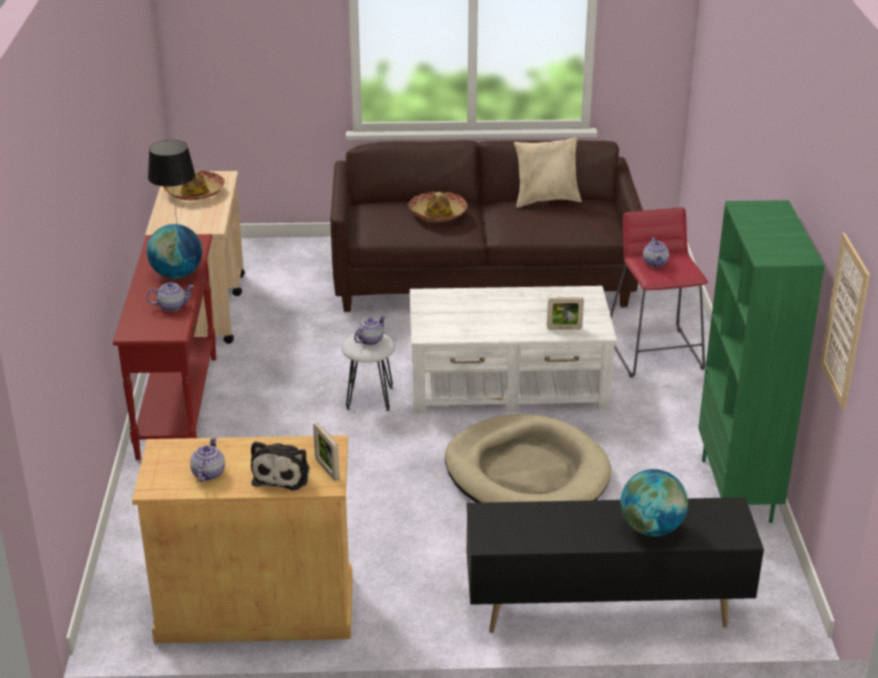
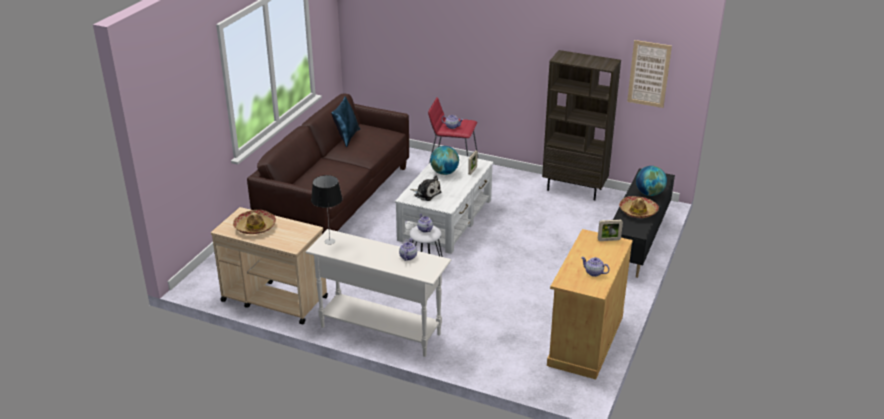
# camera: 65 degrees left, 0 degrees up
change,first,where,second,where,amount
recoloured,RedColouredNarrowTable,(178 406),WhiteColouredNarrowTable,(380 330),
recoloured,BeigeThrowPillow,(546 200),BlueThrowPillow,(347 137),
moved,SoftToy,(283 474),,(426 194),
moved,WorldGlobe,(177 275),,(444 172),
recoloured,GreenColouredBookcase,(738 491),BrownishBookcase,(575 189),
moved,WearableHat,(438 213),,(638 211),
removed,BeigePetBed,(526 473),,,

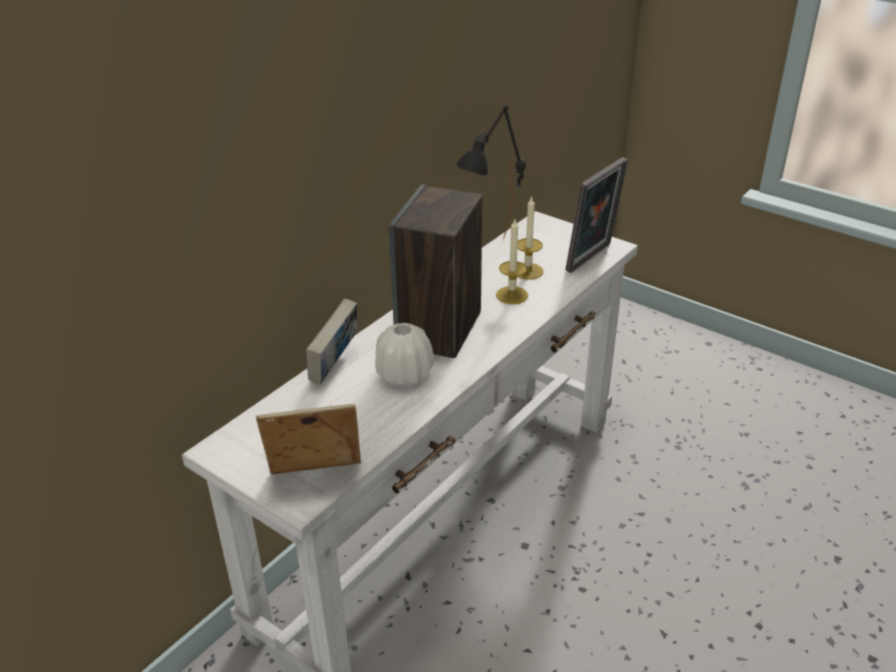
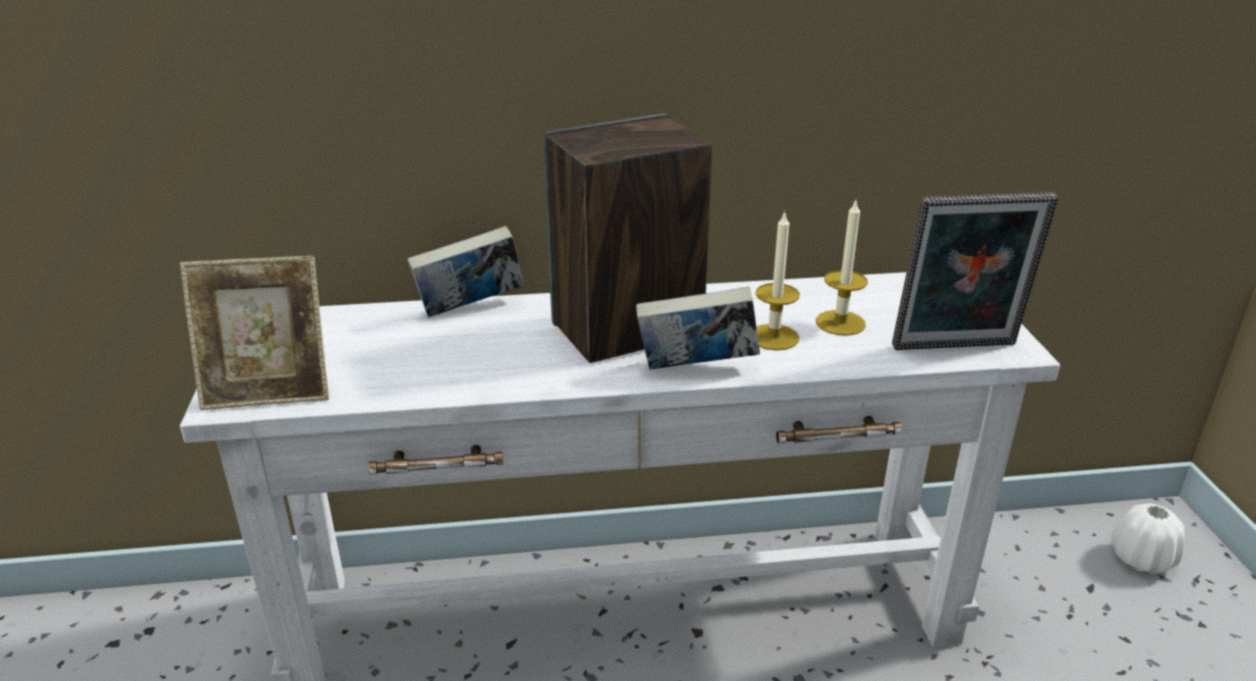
# camera: 45 degrees right, 5 degrees down
change,first,where,second,where,amount
turned,PhotoFrame,(316 479),,(269 392),135 degrees clockwise
added,,,Book,(696 369),
moved,WhiteColouredFlowerVase,(404 375),,(1141 559),
removed,BlackColouredTabletopLamp,(493 255),,,

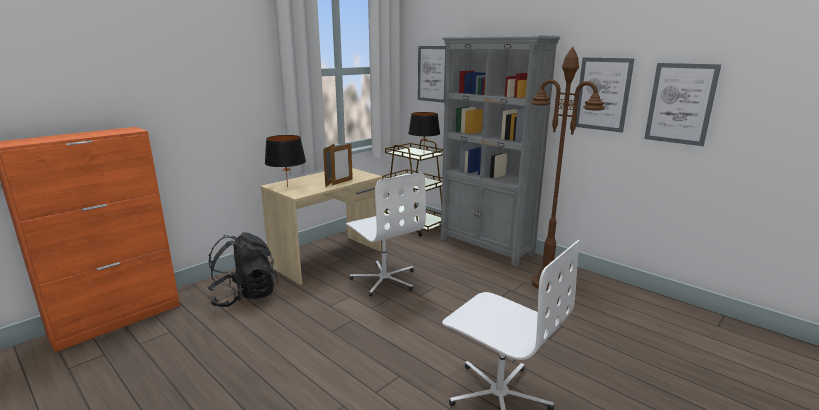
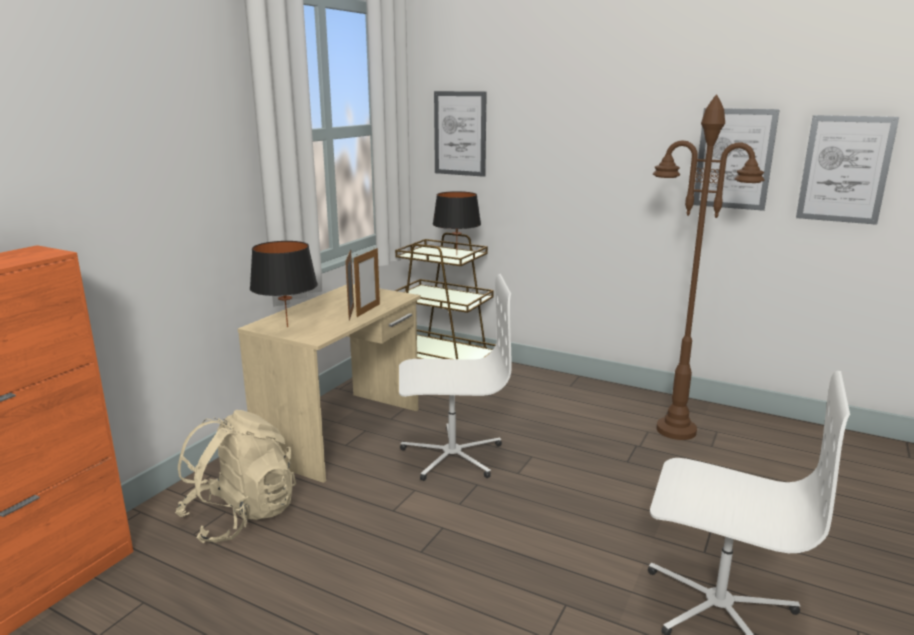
# camera: 15 degrees left, 0 degrees up
change,first,where,second,where,amount
recoloured,BlackColouredRucksack,(244 296),BeigeRucksack,(241 516),
turned,WhiteColouredComputerChair,(384 279),,(451 455),45 degrees counterclockwise
removed,GreyBookcase,(486 247),,,

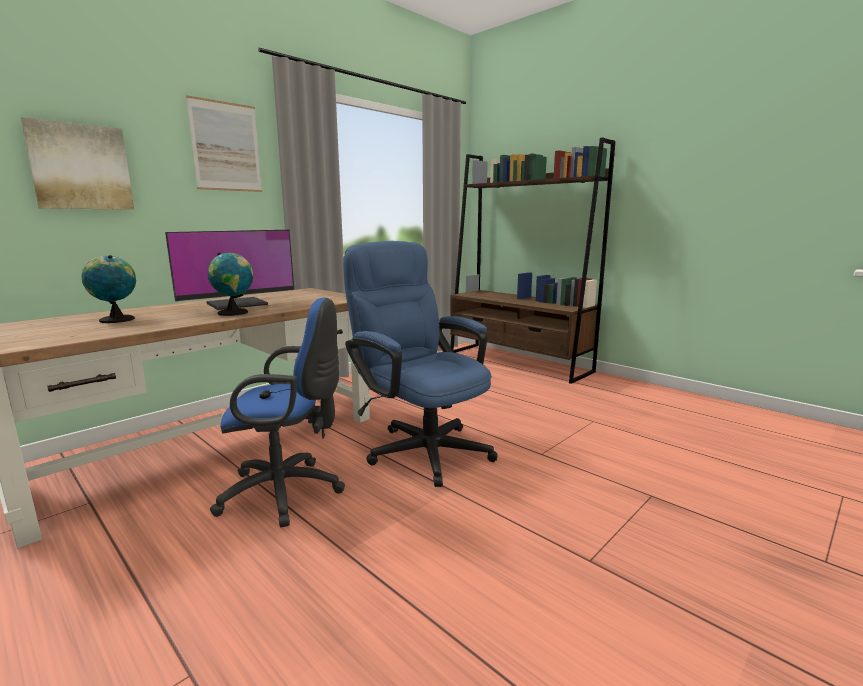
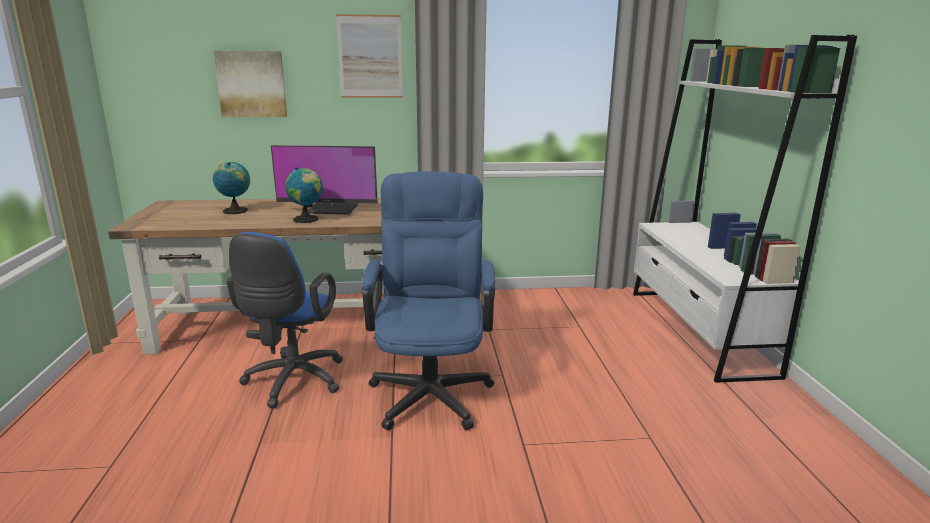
# camera: 40 degrees right, 5 degrees up
change,first,where,second,where,amount
turned,BlueComputerChair,(288 492),,(292 382),60 degrees clockwise
recoloured,BrownishBookcase,(518 362),WhiteColouredBookcase,(698 331),

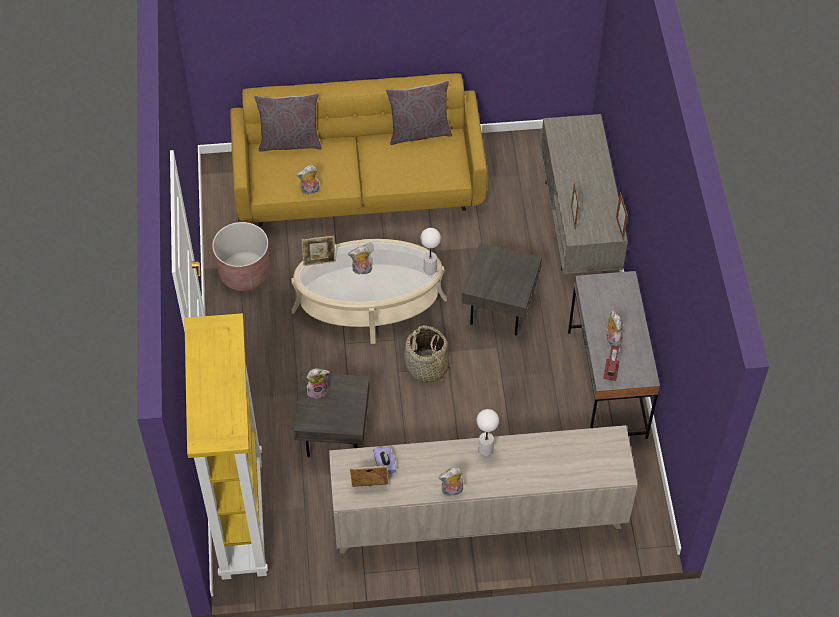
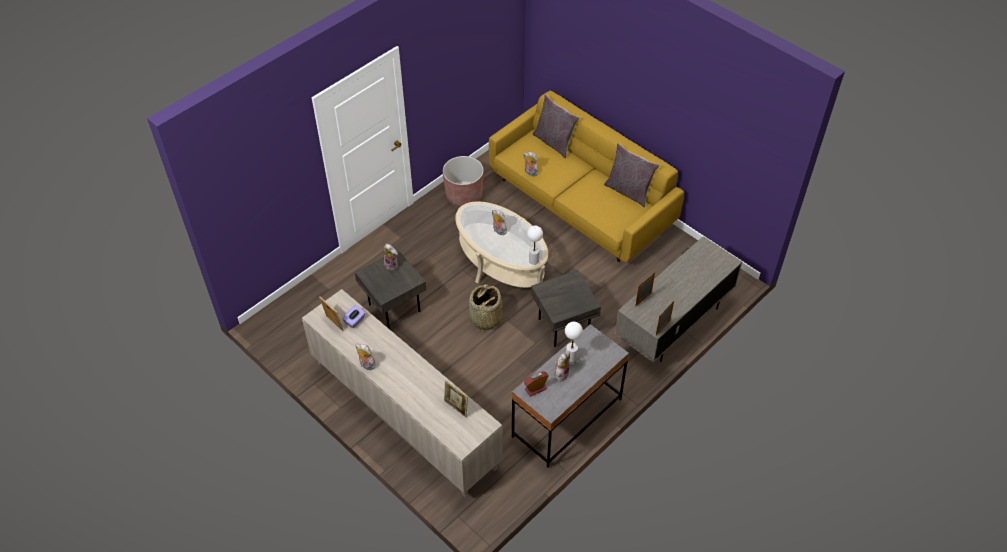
# camera: 50 degrees right, 5 degrees down
change,first,where,second,where,amount
moved,PhotoFrame,(319 262),,(456 408),
moved,WhiteColouredTabletopLamp,(486 449),,(571 357),
removed,YellowishBookcase,(240 516),,,

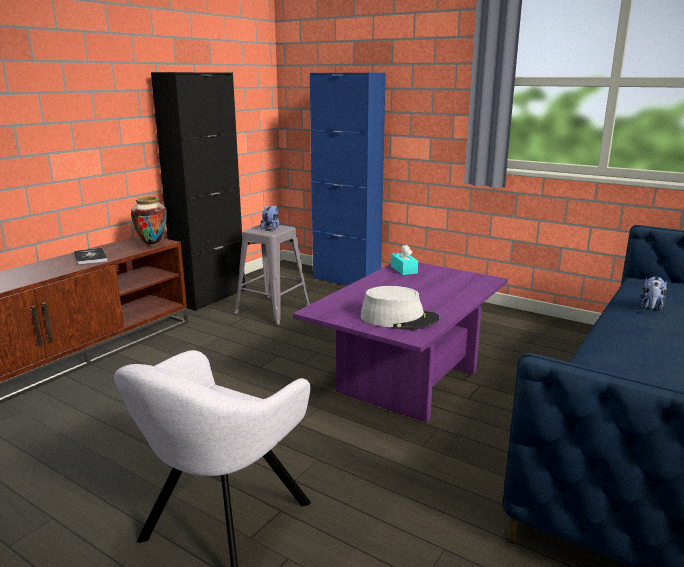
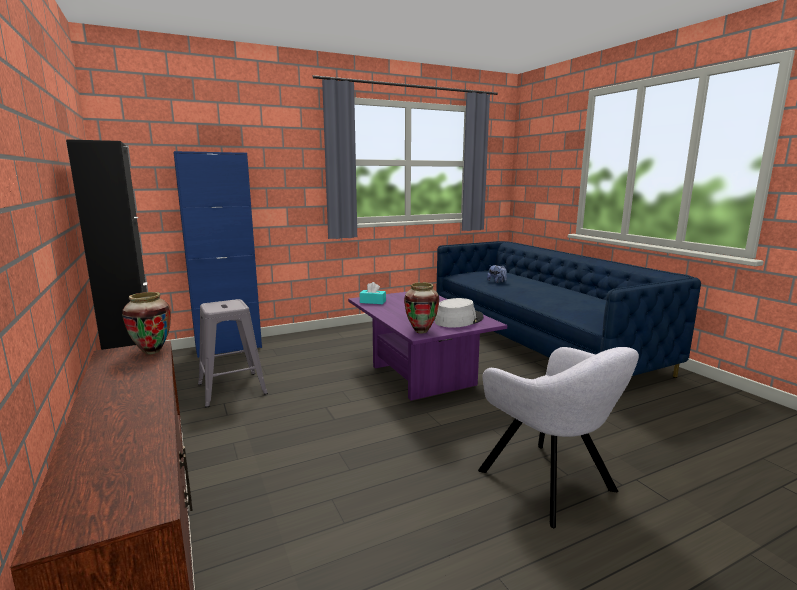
# camera: 60 degrees left, 5 degrees down
change,first,where,second,where,amount
added,,,FlowerVase,(421 331),
removed,Book,(90 257),,,
removed,SoftToy,(271 228),,,

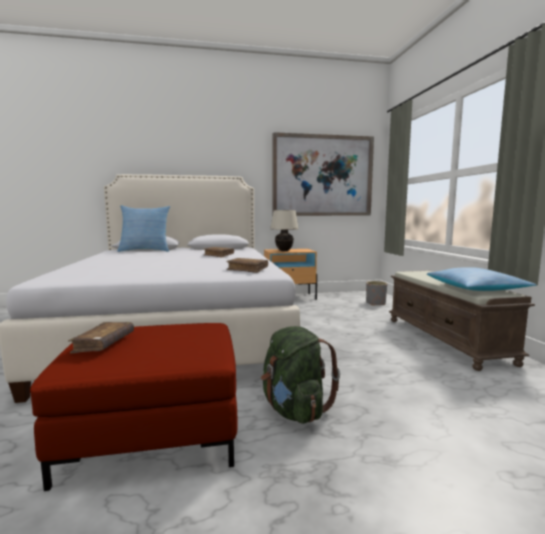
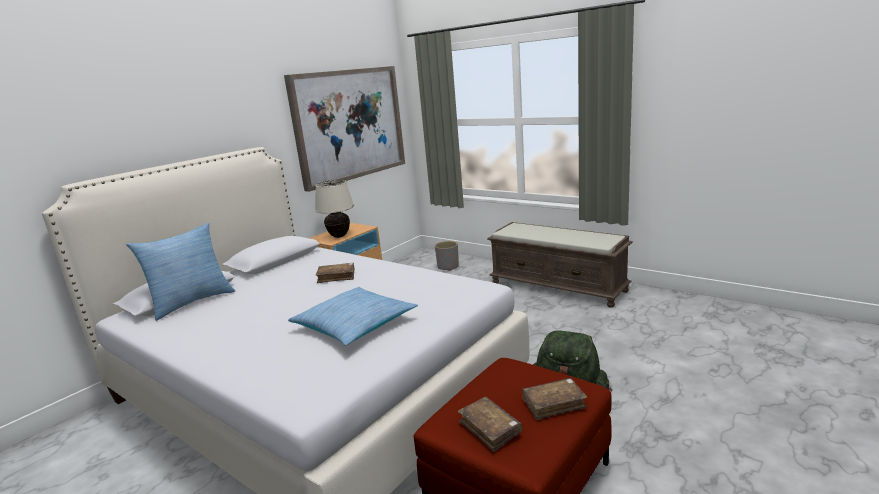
# camera: 40 degrees left, 10 degrees up
change,first,where,second,where,amount
moved,ThrowPillow,(476 289),,(355 325),
moved,BrownishBook,(247 269),,(553 404),

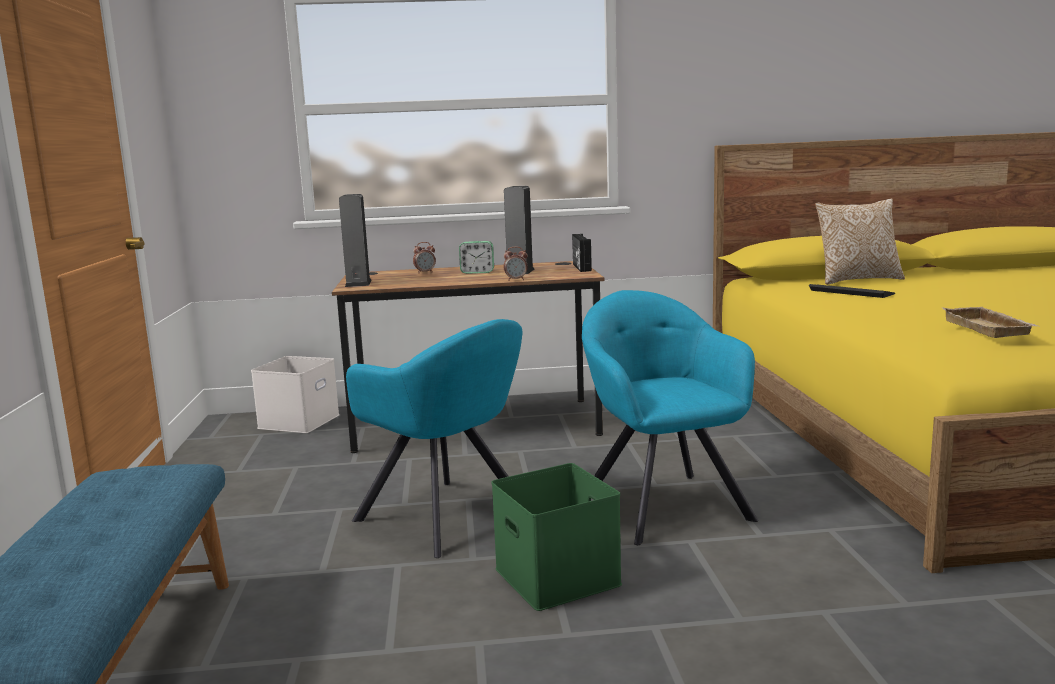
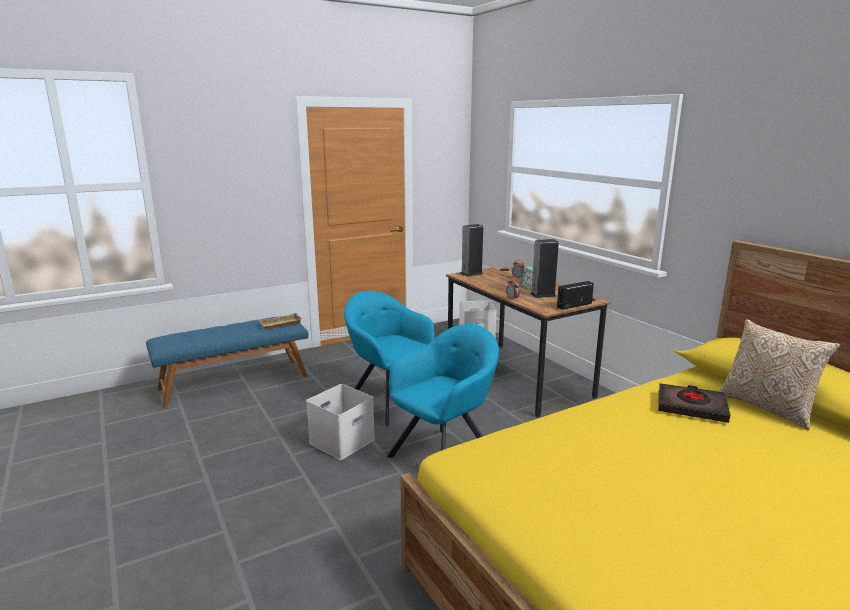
# camera: 65 degrees right, 5 degrees up
change,first,where,second,where,amount
moved,BeigeTray,(990 328),,(280 325),
recoloured,GreenColouredStorageBin,(554 576),WhiteColouredStorageBin,(342 440),
turned,BlueGreenEasyChair,(448 517),,(389 401),120 degrees clockwise
replaced,ComputerKeyboard,(851 292),BlackColouredBook,(691 407),

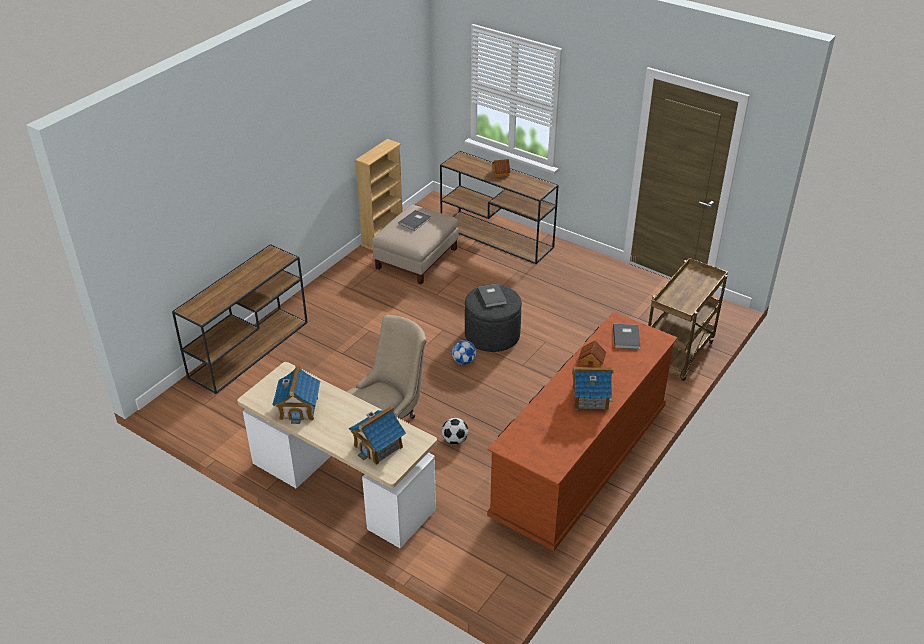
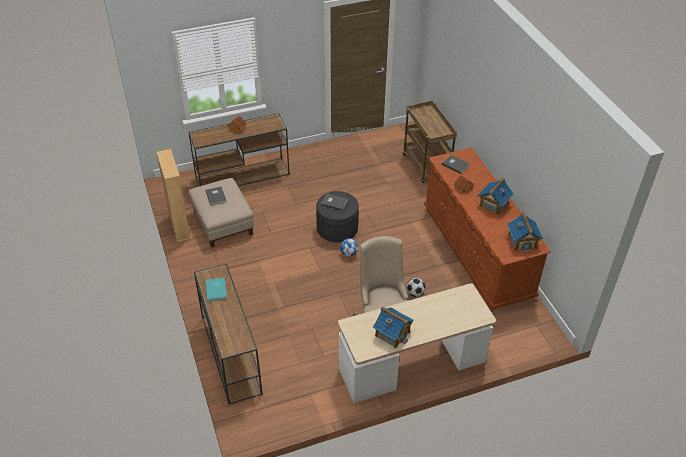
# camera: 55 degrees left, 5 degrees up
change,first,where,second,where,amount
added,,,BlueGreenBook,(217 289),
moved,ToyHouse,(378 446),,(522 241),

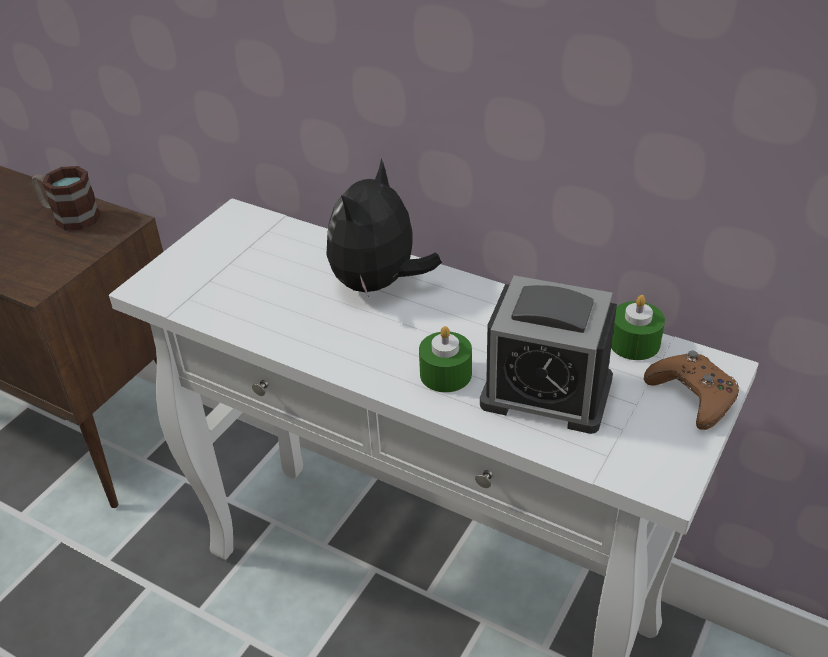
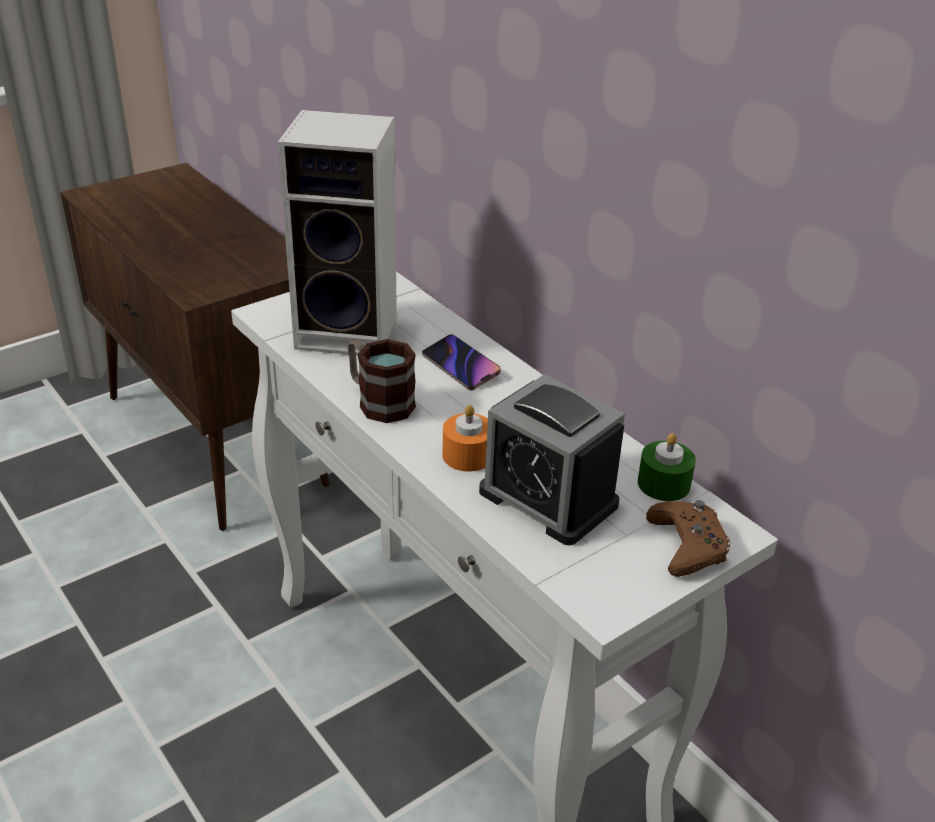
# camera: 20 degrees right, 5 degrees down
change,first,where,second,where,amount
added,,,Loudspeaker,(351 331),
moved,CoffeeMug,(69 217),,(379 401),
replaced,SoftToy,(378 284),Telephone,(461 366),
recoloured,GreenColouredCandle,(445 374),OrangeCandle,(467 455),

